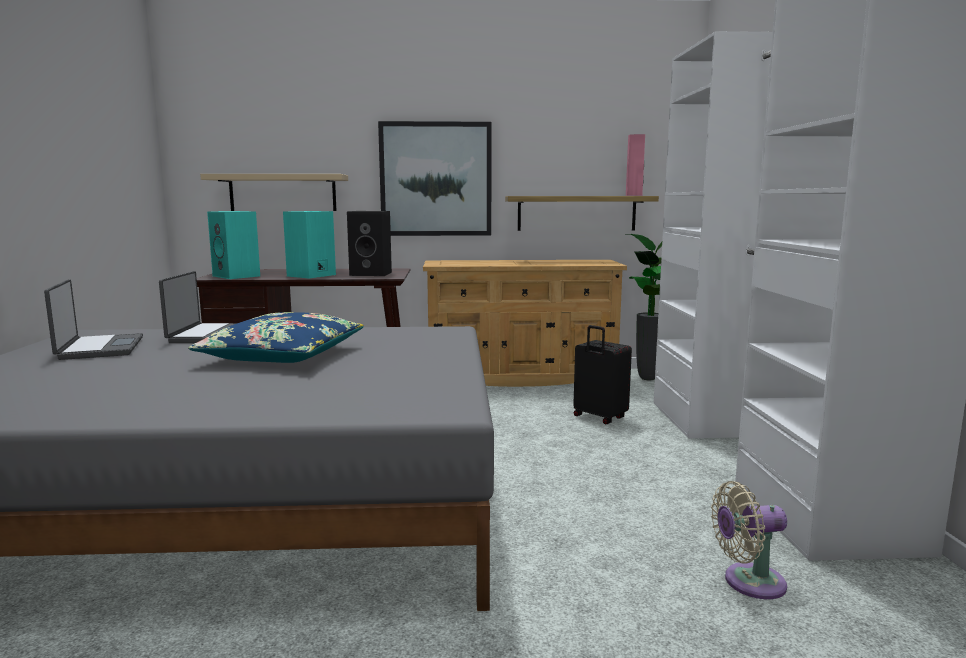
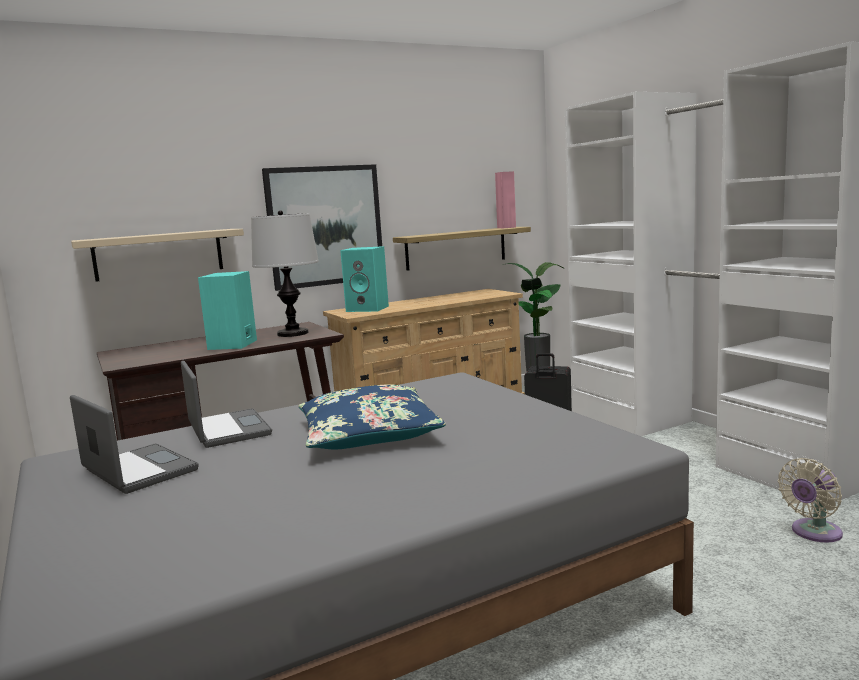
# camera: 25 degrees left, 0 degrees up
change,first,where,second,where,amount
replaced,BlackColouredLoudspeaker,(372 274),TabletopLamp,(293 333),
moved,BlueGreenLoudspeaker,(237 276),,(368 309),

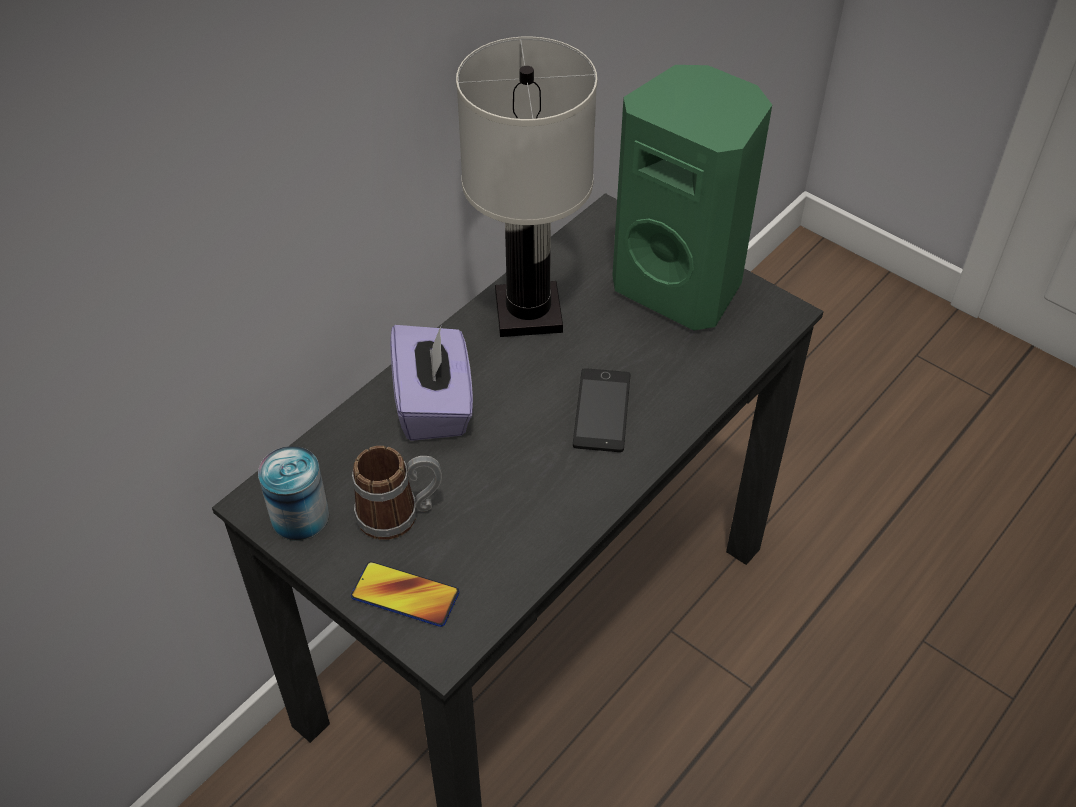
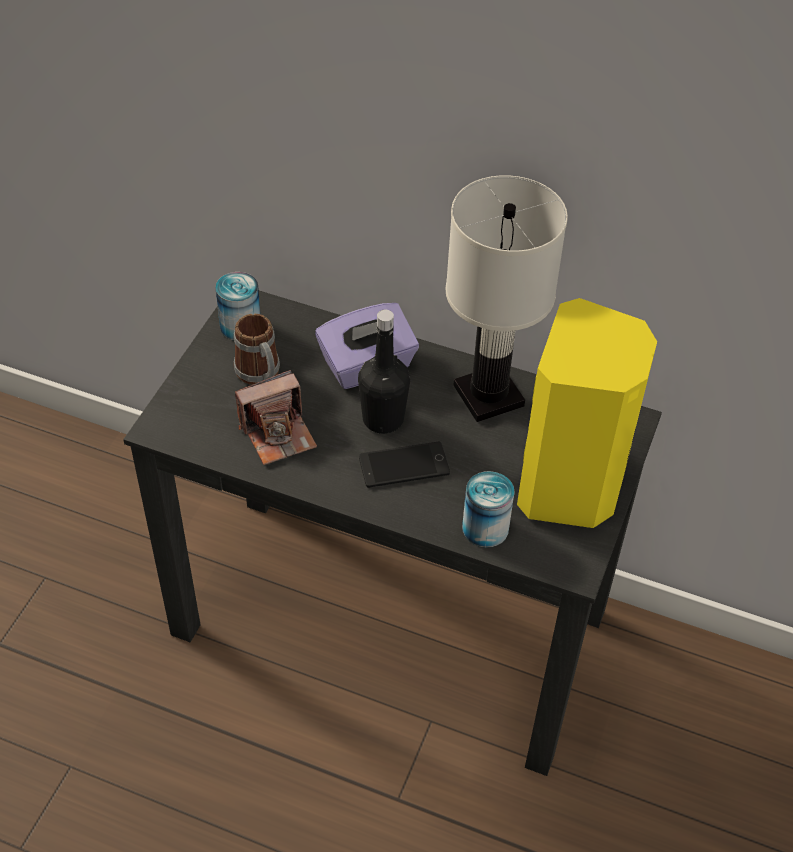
# camera: 70 degrees right, 0 degrees up
change,first,where,second,where,amount
added,,,StillCamera,(278 434),
added,,,BlackColouredBottle,(383 419),
added,,,SealedCan,(485 528),
recoloured,GreenColouredLoudspeaker,(681 285),YellowishLoudspeaker,(571 488),
removed,Telephone,(405 595),,,

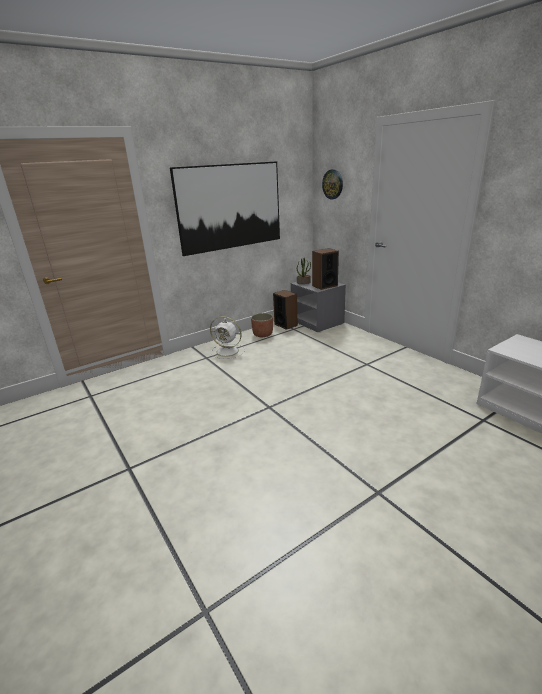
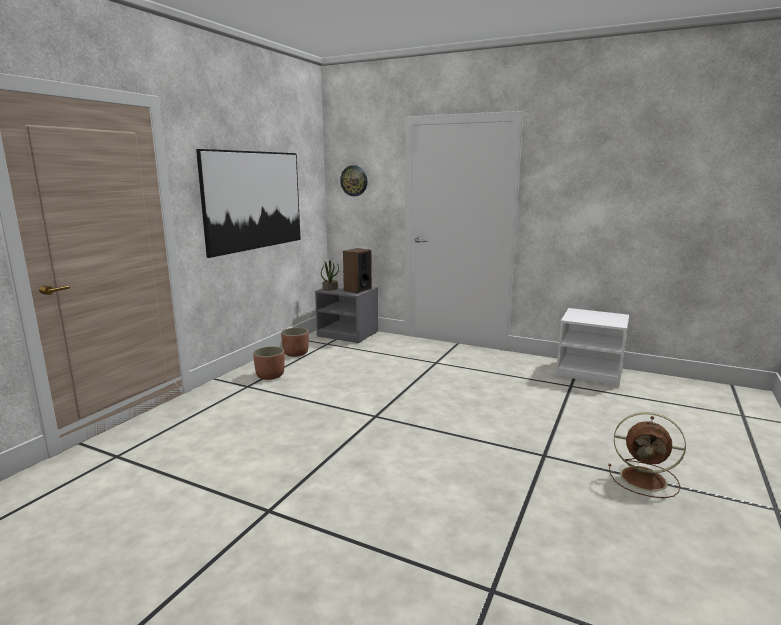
# camera: 30 degrees left, 10 degrees down
change,first,where,second,where,amount
replaced,WhiteColouredFan,(228 351),FlowerPot,(270 376),
added,,,BrownishFan,(645 479),
removed,Loudspeaker,(286 325),,,

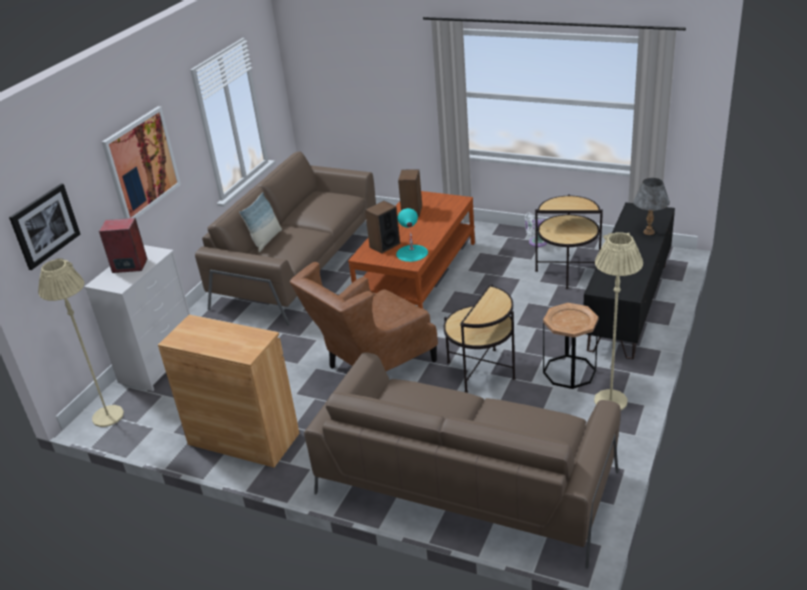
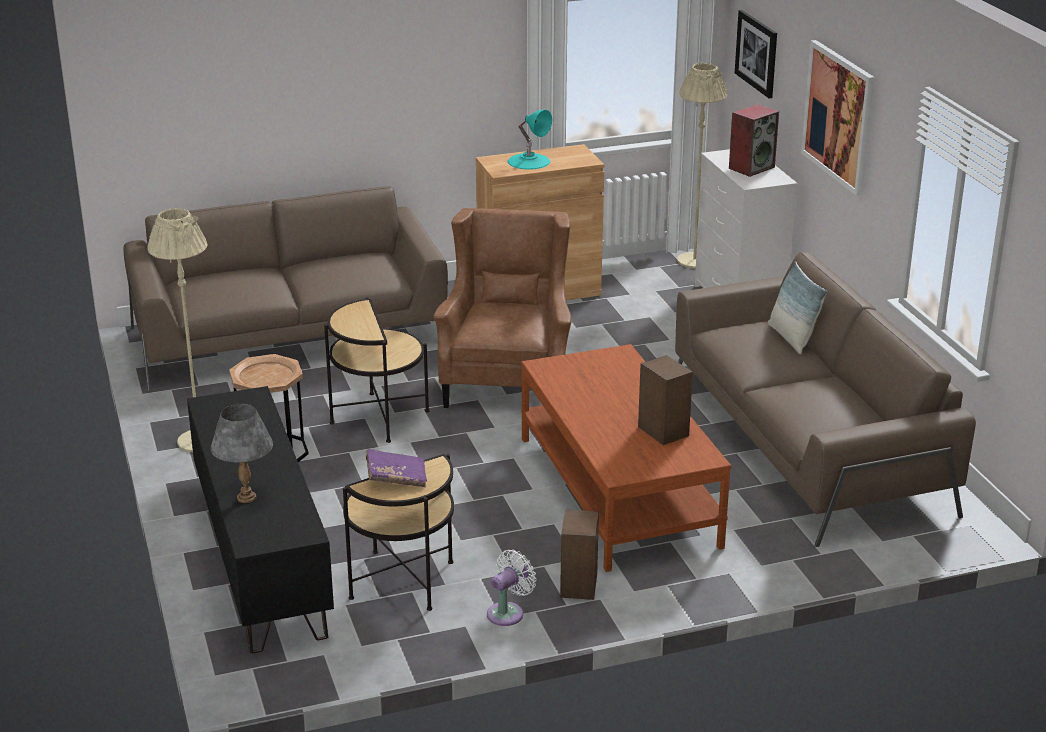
# camera: 135 degrees right, 5 degrees down
change,first,where,second,where,amount
added,,,PurplishBook,(396 478),
moved,BlueGreenTabletopLamp,(411 253),,(529 161),
moved,Loudspeaker,(384 245),,(579 585),

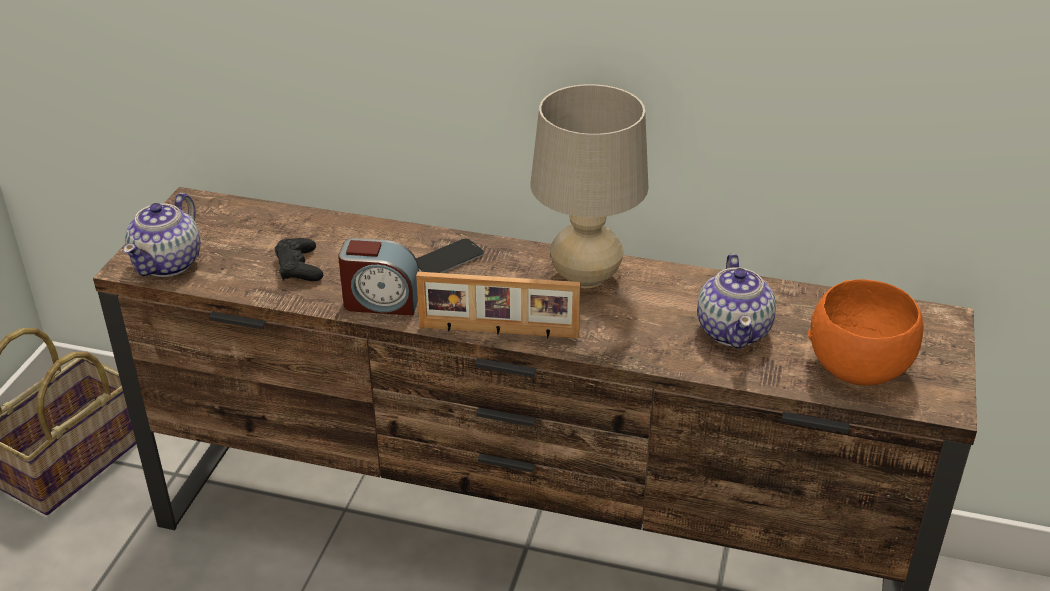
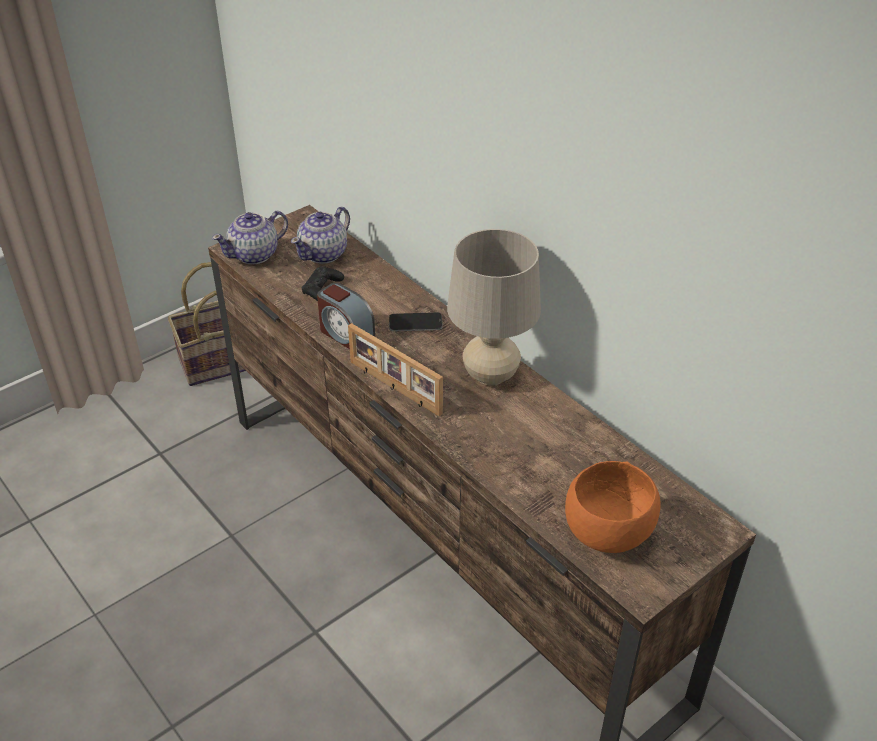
# camera: 35 degrees right, 5 degrees up
change,first,where,second,where,amount
moved,TeaPot,(734 330),,(324 254),

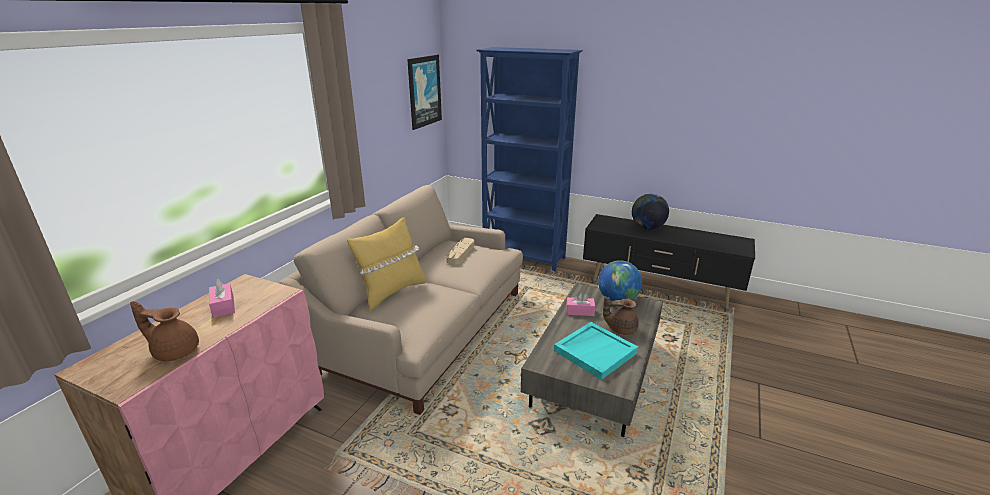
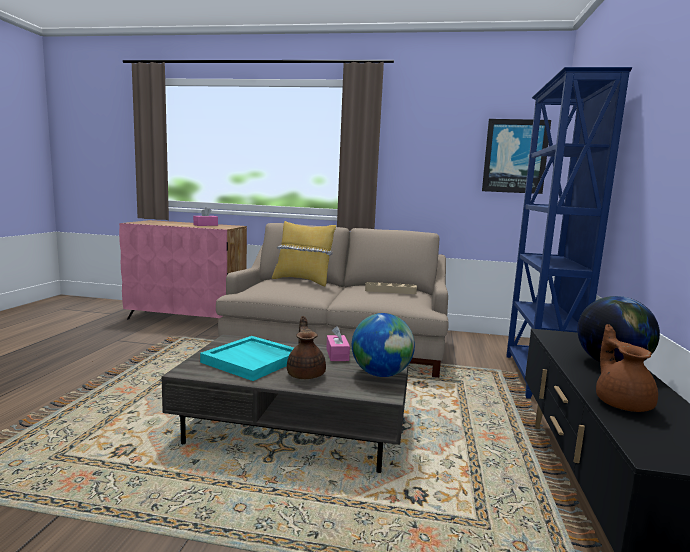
# camera: 75 degrees right, 15 degrees down
change,first,where,second,where,amount
moved,BrownishTeaPot,(175 351),,(622 403),

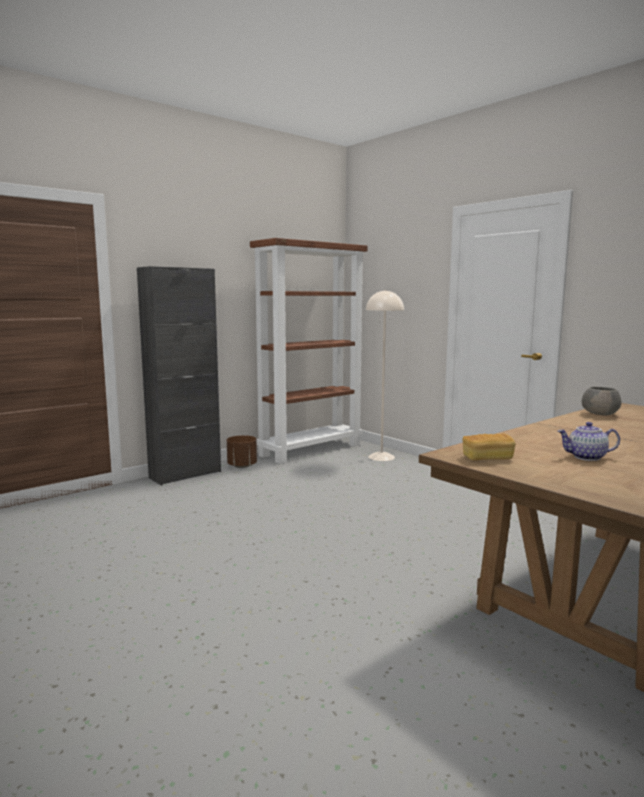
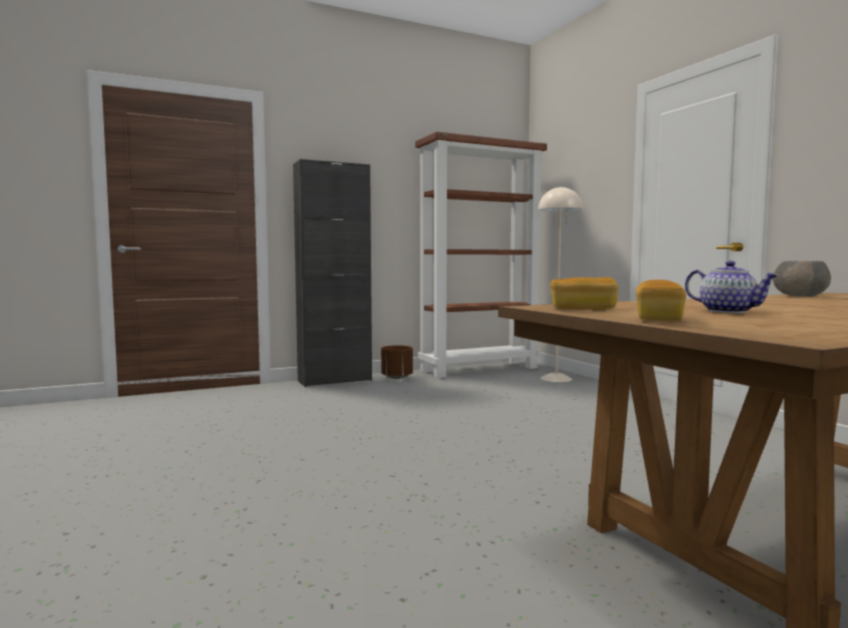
# camera: 15 degrees right, 5 degrees down
change,first,where,second,where,amount
added,,,BakeryBread,(658 319),
turned,TeaPot,(586 457),,(728 311),150 degrees counterclockwise

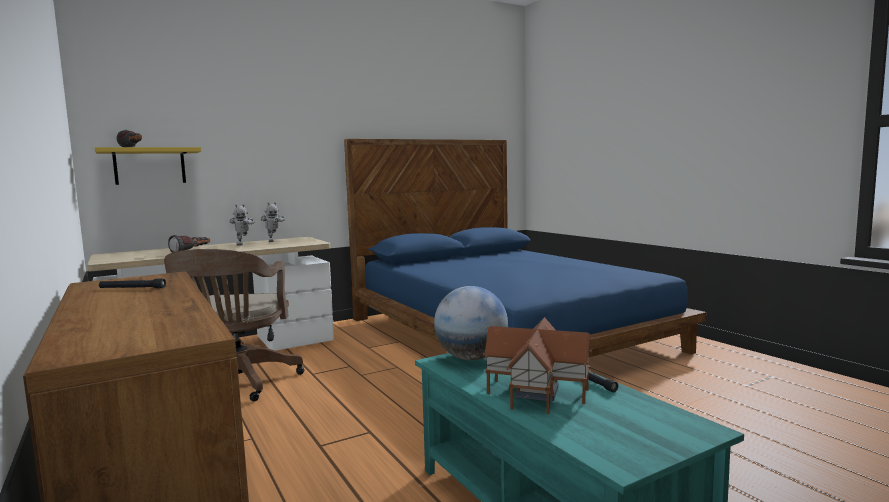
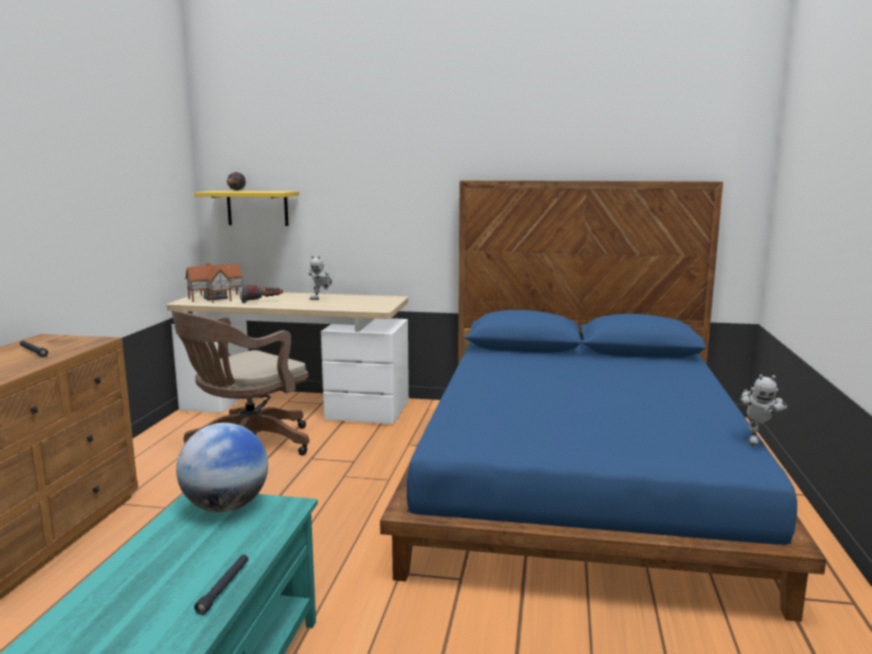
# camera: 40 degrees right, 5 degrees up
change,first,where,second,where,amount
moved,ToyHouse,(535 392),,(214 298),
moved,ModelRobot,(273 241),,(756 440),

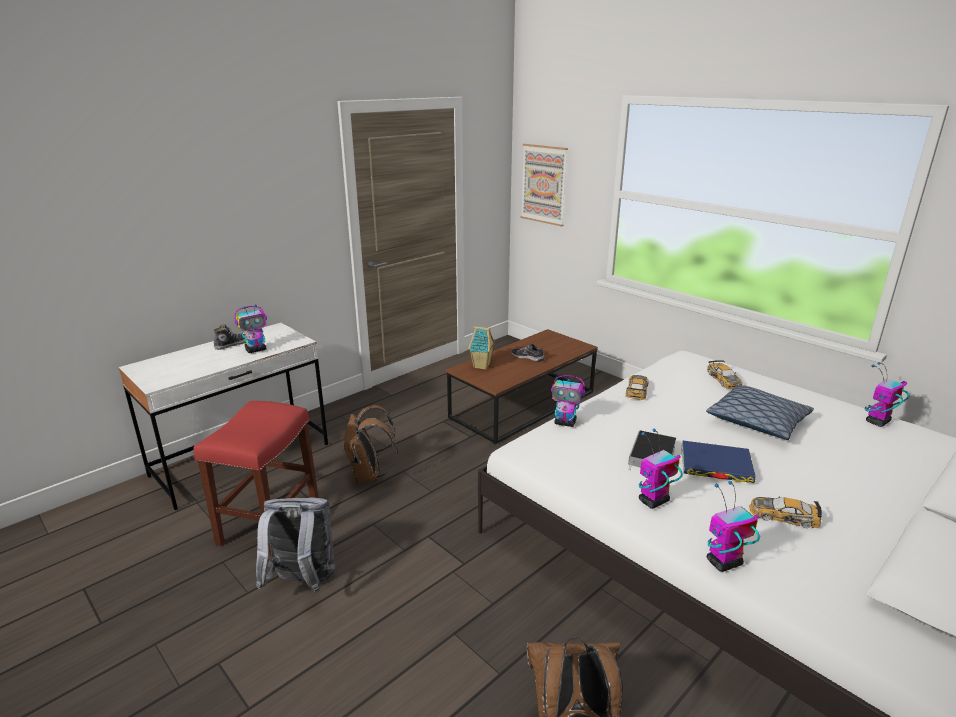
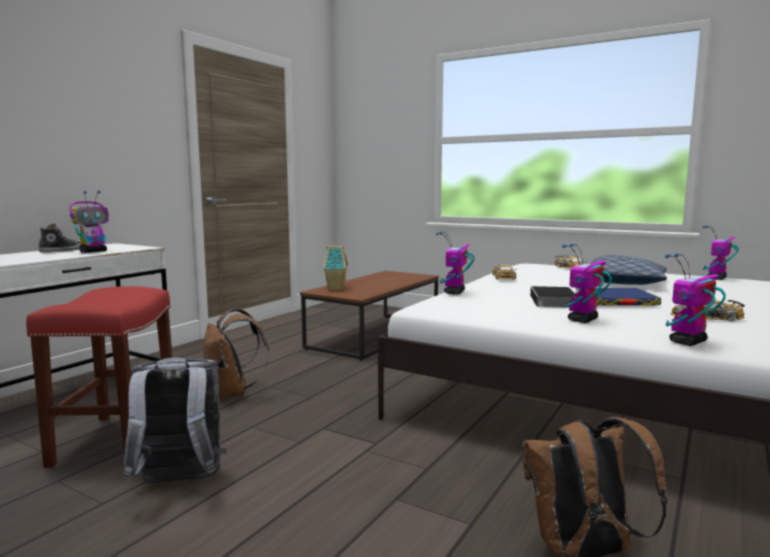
# camera: 15 degrees left, 15 degrees down
change,first,where,second,where,amount
turned,ModelRobot,(565 423),,(454 292),105 degrees clockwise
removed,LowShoe,(527 357),,,
removed,WallArt,(544 184),,,

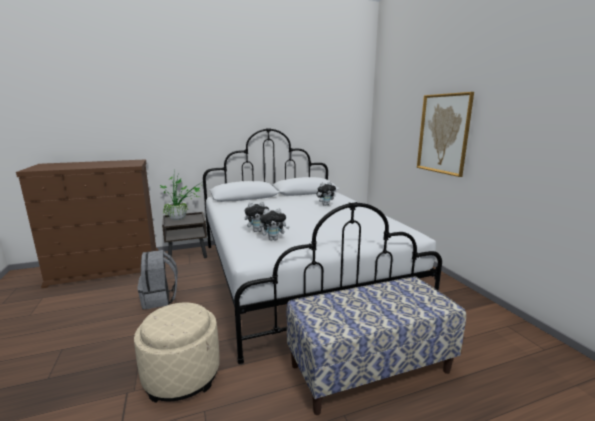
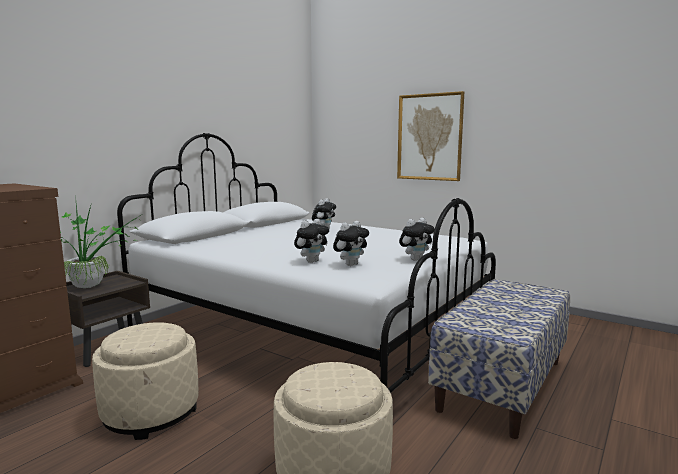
# camera: 35 degrees left, 5 degrees down
change,first,where,second,where,amount
replaced,GreyRucksack,(160 299),BeigePouffe,(151 413),
added,,,SoftToy,(415 259),

